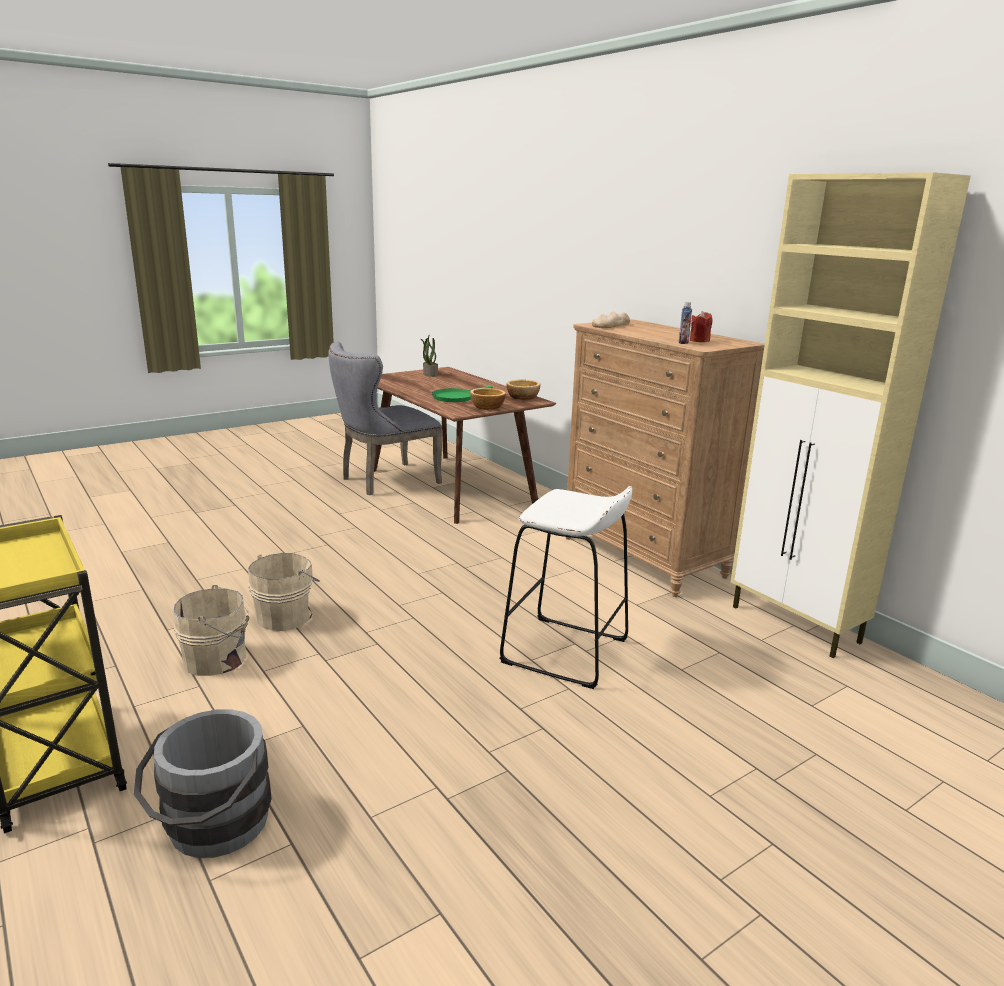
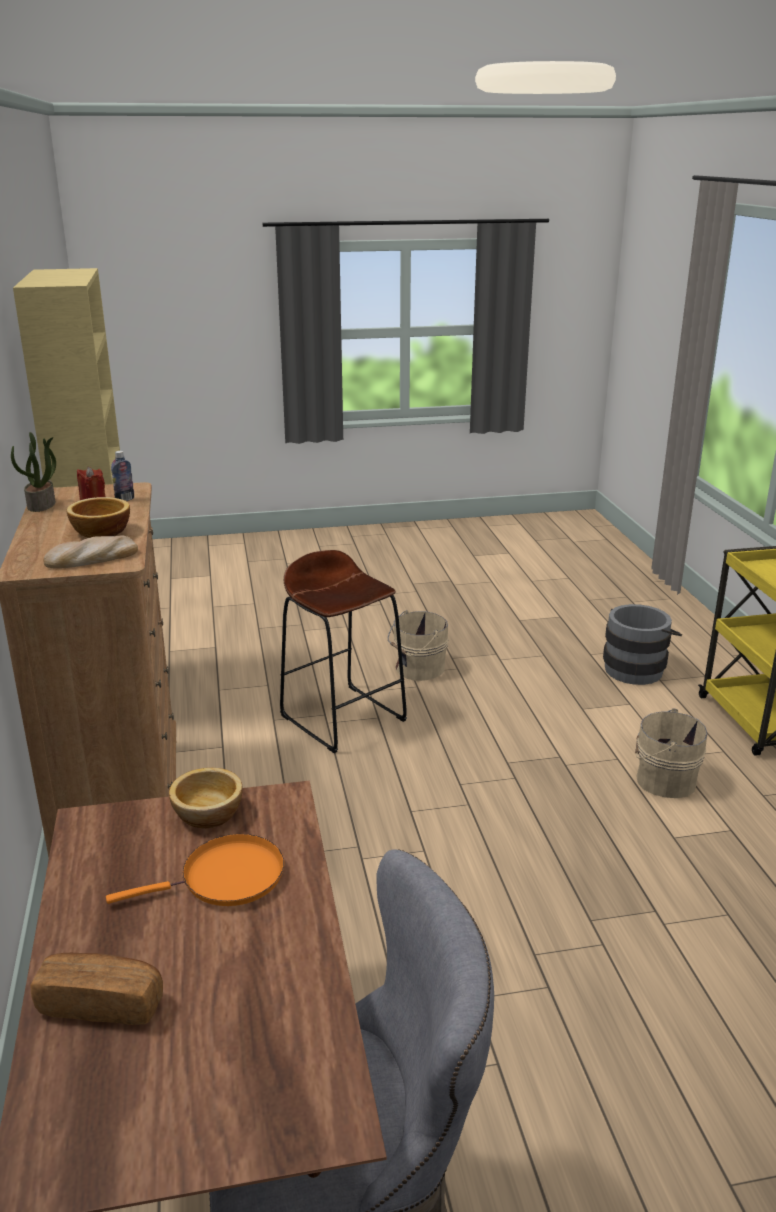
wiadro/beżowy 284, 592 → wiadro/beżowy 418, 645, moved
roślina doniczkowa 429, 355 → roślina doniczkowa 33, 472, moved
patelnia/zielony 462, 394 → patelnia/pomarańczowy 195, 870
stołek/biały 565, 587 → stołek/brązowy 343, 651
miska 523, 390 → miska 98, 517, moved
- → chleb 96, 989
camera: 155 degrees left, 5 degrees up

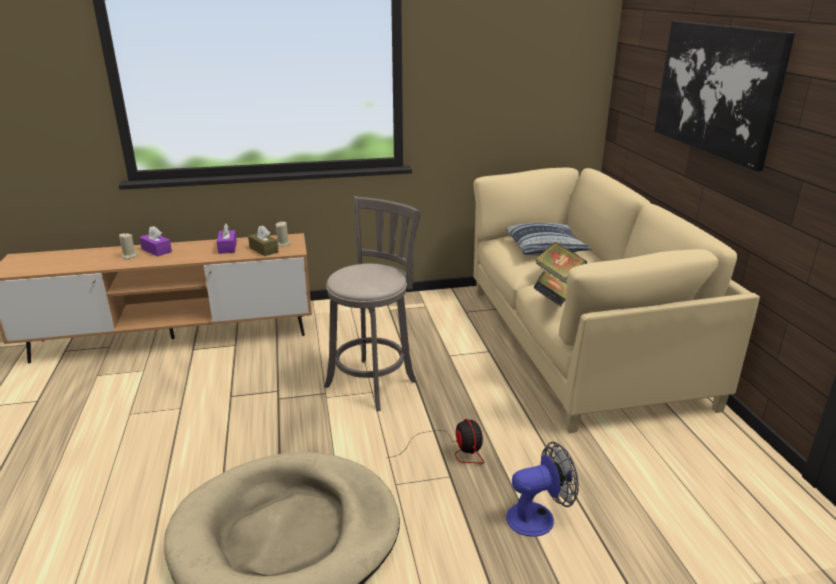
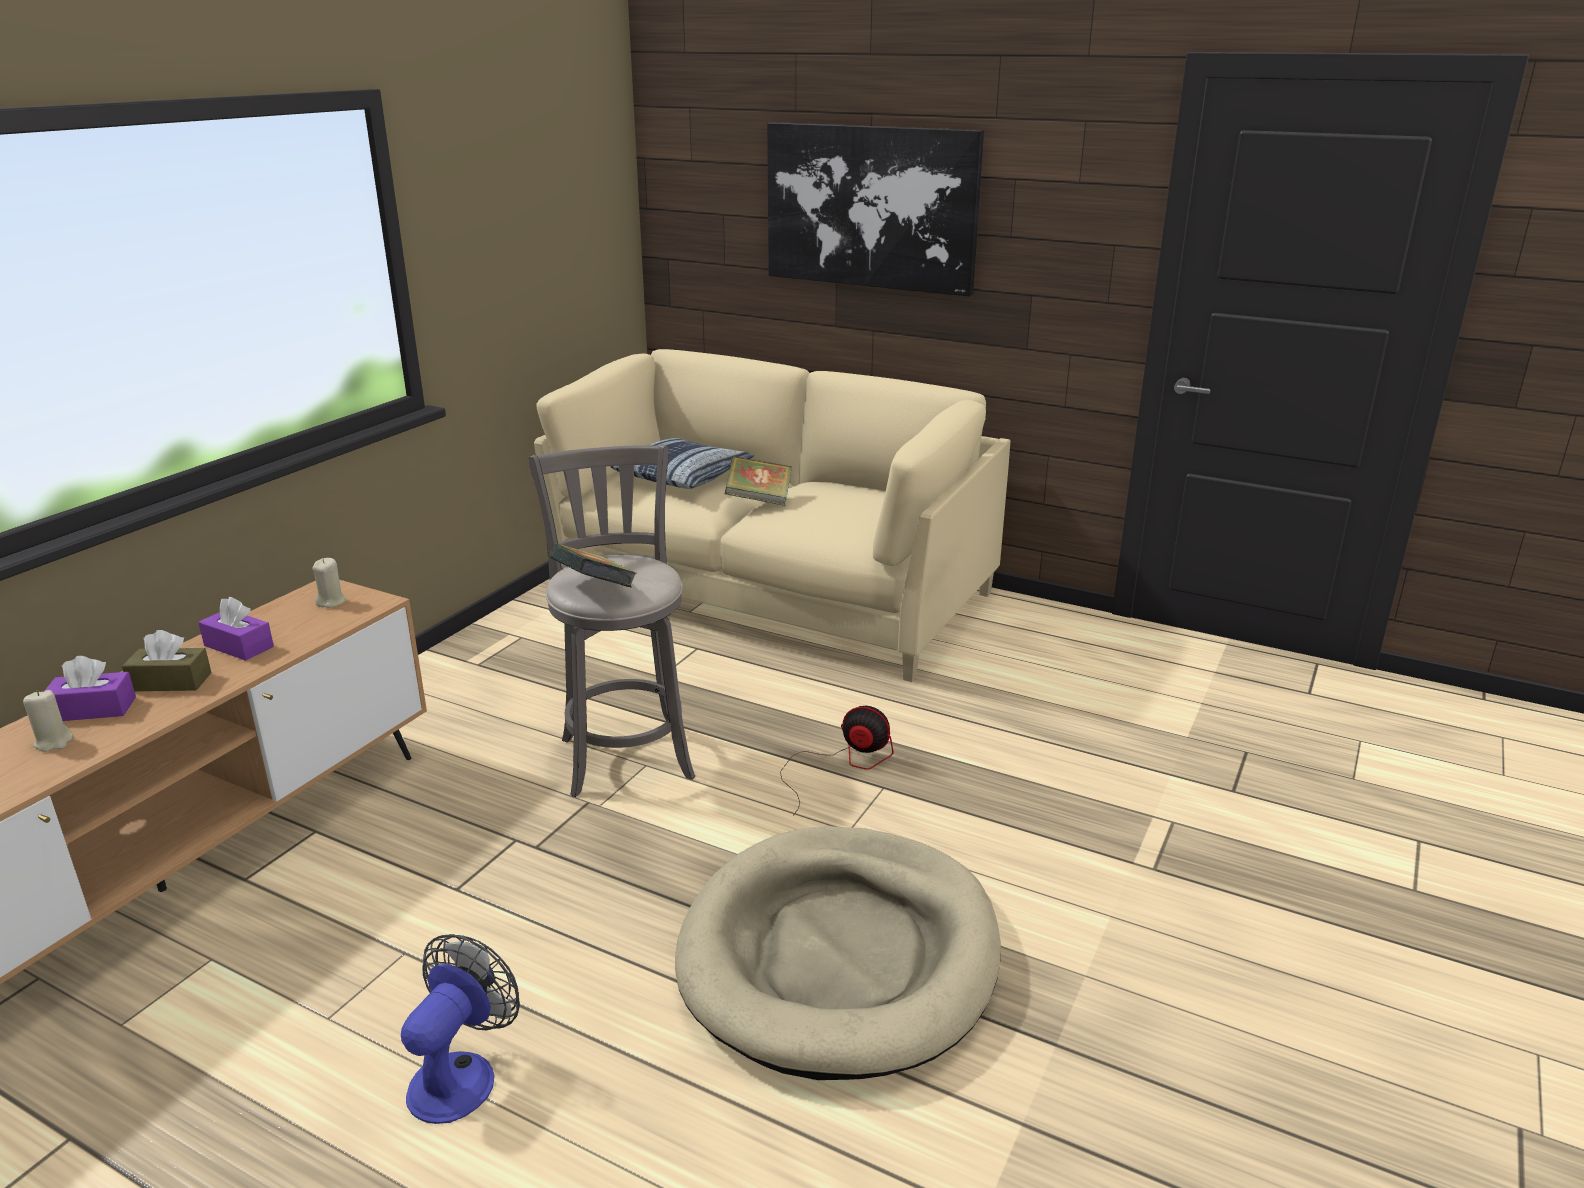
pudełko chusteczek/brązowy 263, 240 → pudełko chusteczek/brązowy 167, 660, moved
wentylator 542, 489 → wentylator 460, 1029, moved
książka 550, 288 → książka 593, 565, moved
camera: 50 degrees left, 0 degrees up

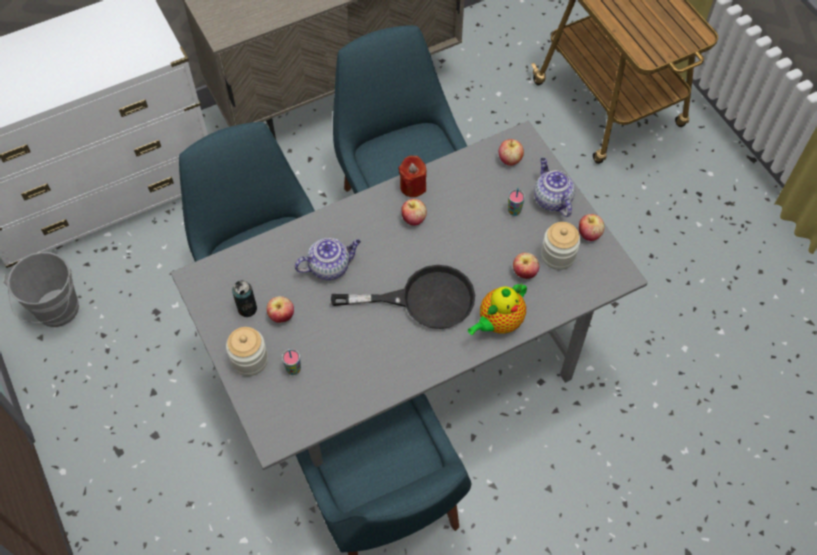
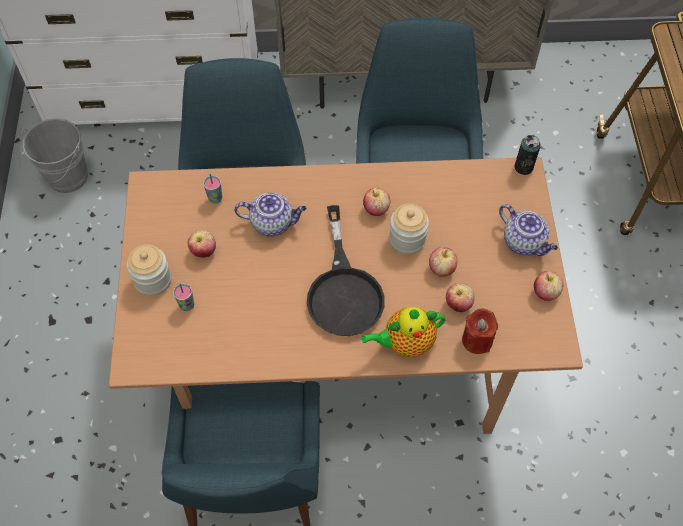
stół jadalny/szary 409, 295 → stół jadalny/brązowy 346, 295
puszka 244, 298 → puszka 527, 155, moved
patelnia/czarny 403, 297 → patelnia/czarny 346, 270, 60 degrees clockwise
świeca/czerwony 413, 176 → świeca/czerwony 480, 331, moved
jabłko 511, 152 → jabłko 443, 262, moved
filiżanka 516, 202 → filiżanka 212, 189, moved
imbryk 554, 187 → imbryk 528, 230, 135 degrees clockwise
słoik 561, 246 → słoik 409, 229, moved
camera: 25 degrees right, 0 degrees up

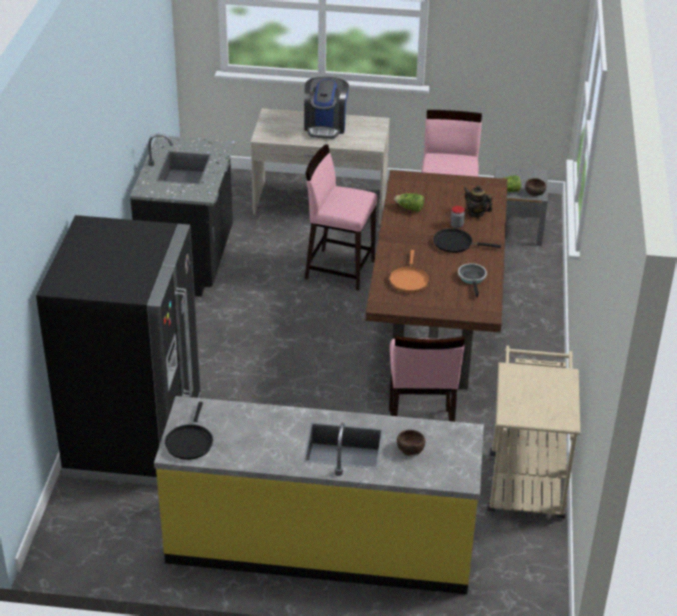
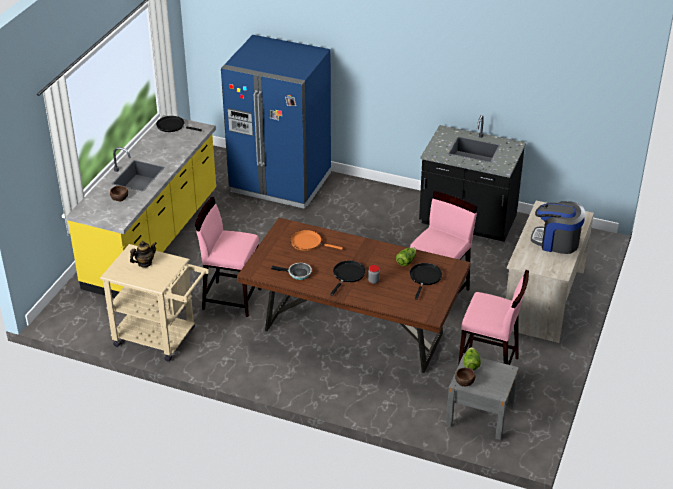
lodówka/czarny 118, 350 → lodówka/niebieski 276, 122
imbryk 478, 201 → imbryk 143, 254, moved
- → patelnia/czarny 426, 281
camera: 105 degrees right, 0 degrees up

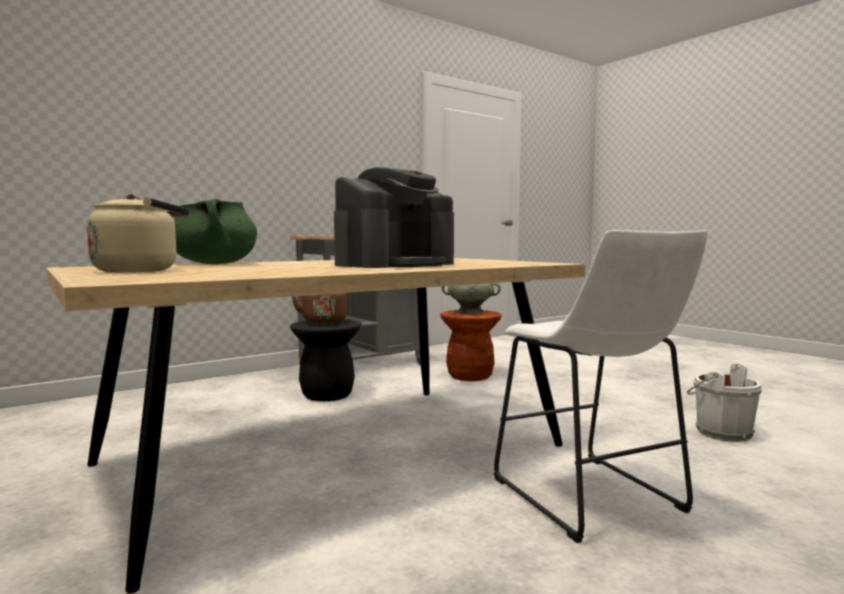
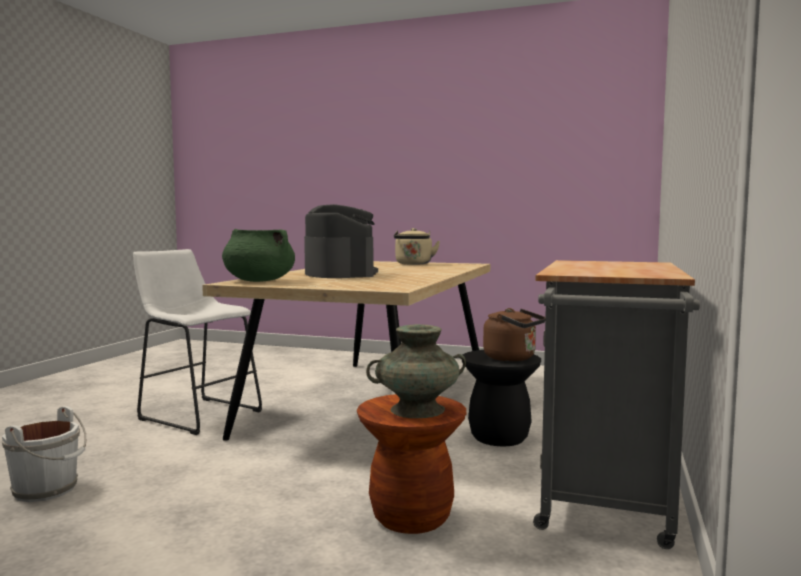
garnek/zielony 215, 231 → garnek/zielony 258, 255, moved
ekspres do kawy 394, 217 → ekspres do kawy 341, 241, 150 degrees clockwise
camera: 145 degrees right, 0 degrees up

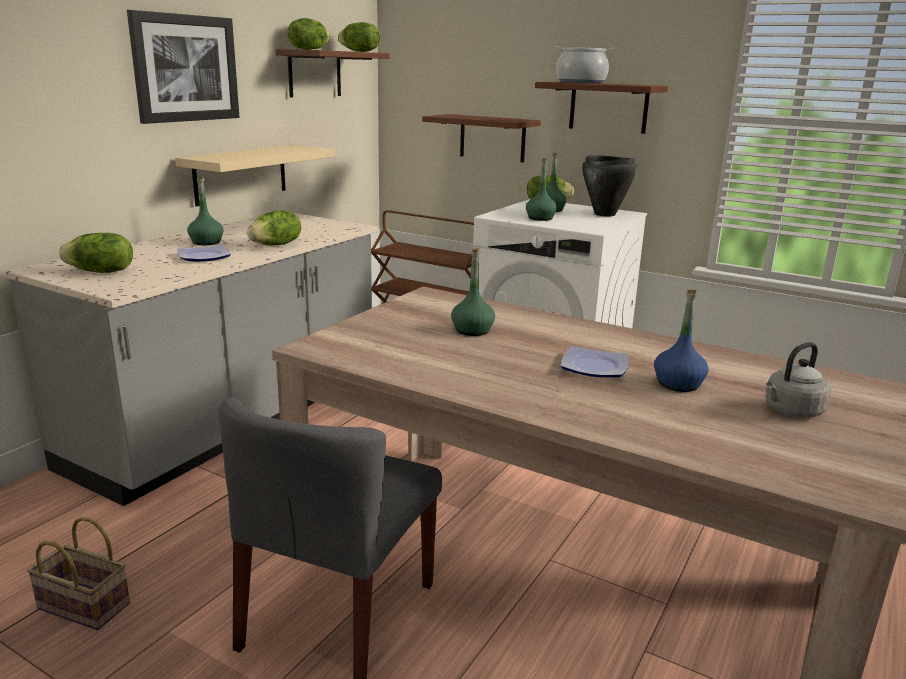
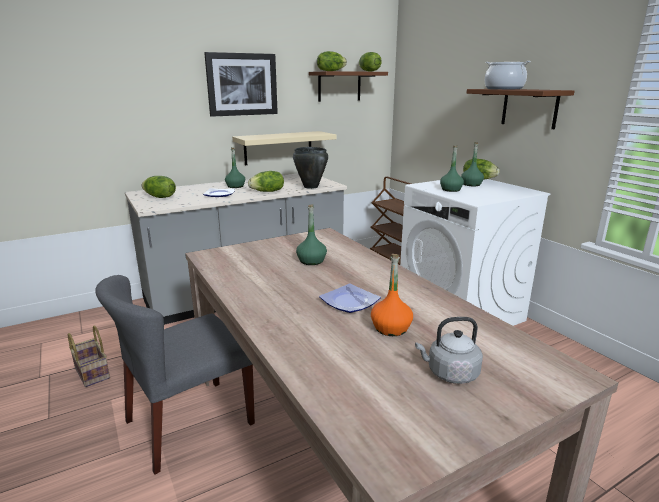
półka/brązowy 481, 138 → -
garnek/czarny 609, 186 → garnek/czarny 310, 168, moved
butelka/niebieski 681, 340 → butelka/pomarańczowy 392, 295
camera: 30 degrees right, 0 degrees up

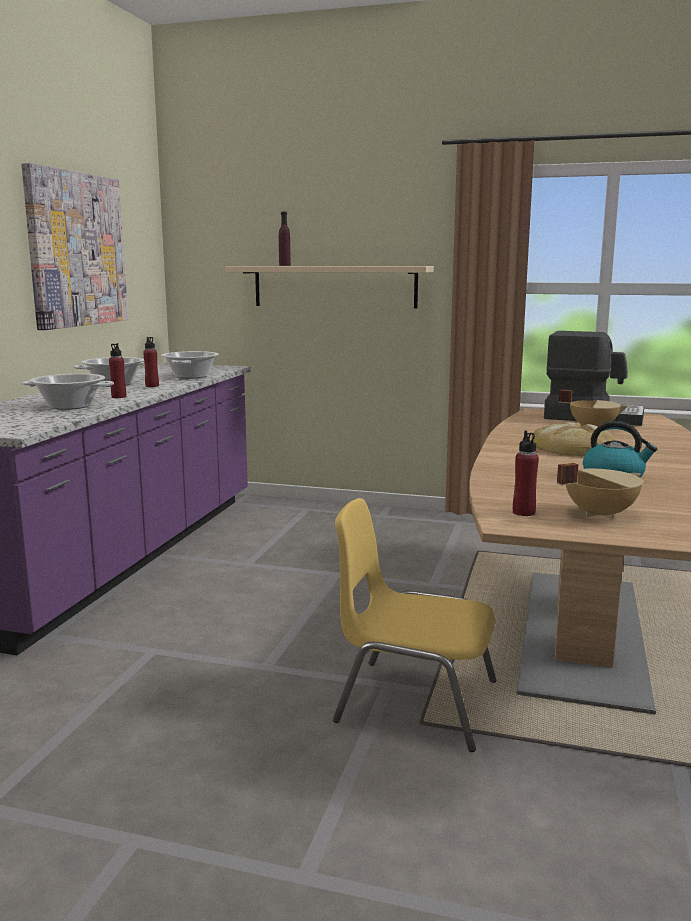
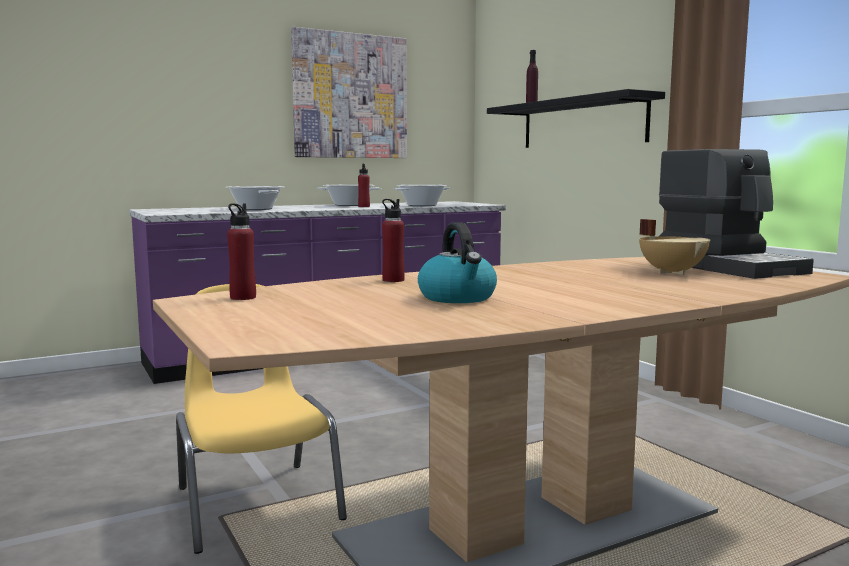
butelka/czerwony 117, 370 → butelka/czerwony 393, 240, moved
półka/beżowy 329, 287 → półka/czarny 576, 118
chleb 573, 439 → -
garnek/beżowy 600, 491 → -
camera: 45 degrees right, 5 degrees down

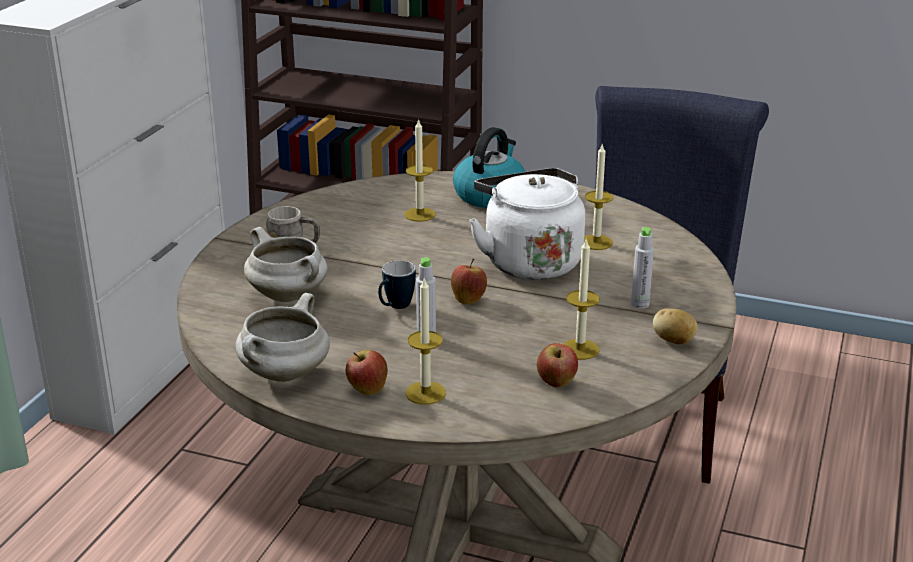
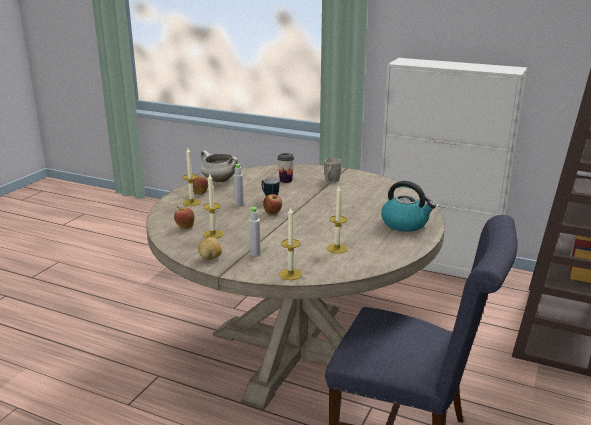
garnek/biały 286, 264 → filiżanka 285, 168
świeca 420, 170 → świeca 290, 243, moved
czajnik/biały 527, 224 → -
camera: 95 degrees right, 5 degrees down

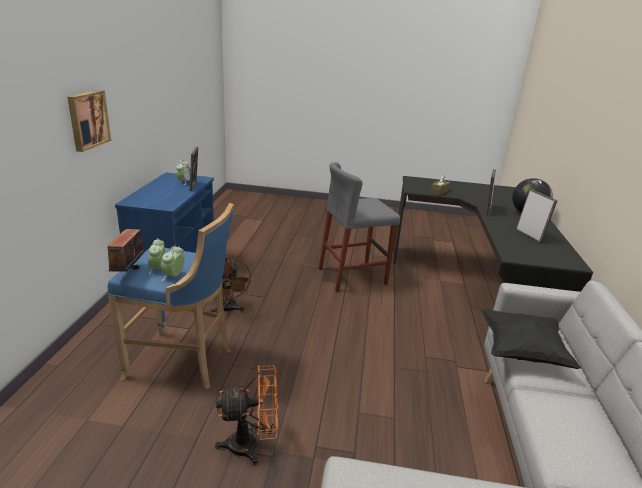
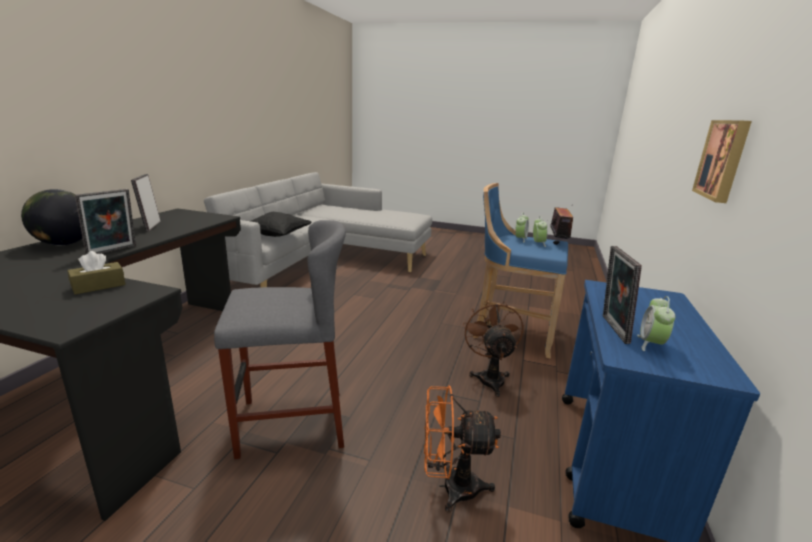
wentylator/pomarańczowy 246, 415 → wentylator/pomarańczowy 462, 448, moved
camera: 170 degrees left, 5 degrees down

